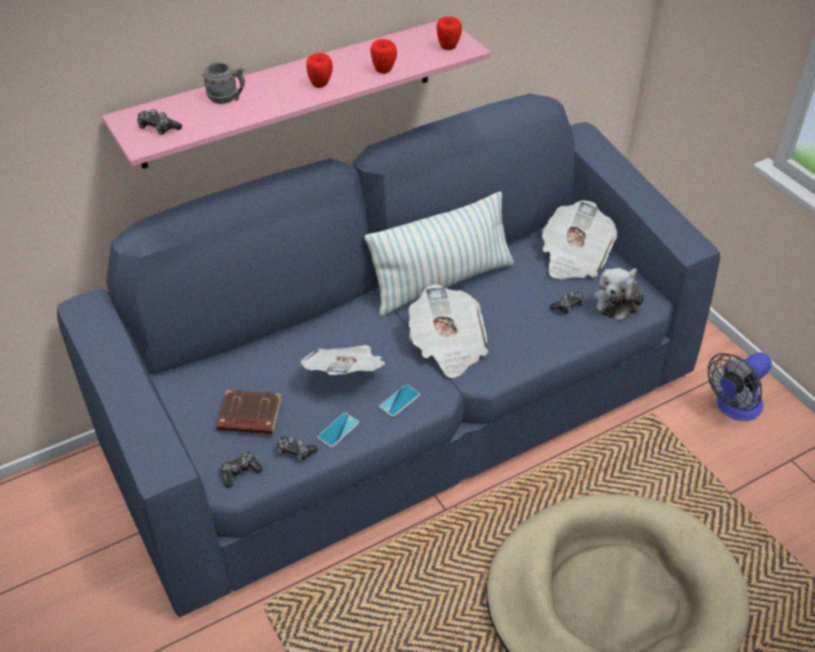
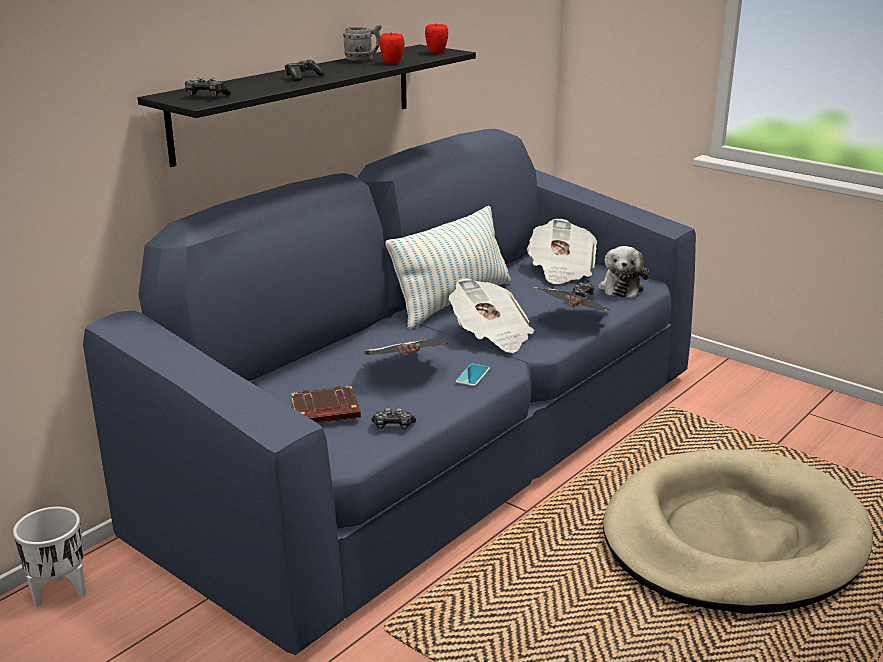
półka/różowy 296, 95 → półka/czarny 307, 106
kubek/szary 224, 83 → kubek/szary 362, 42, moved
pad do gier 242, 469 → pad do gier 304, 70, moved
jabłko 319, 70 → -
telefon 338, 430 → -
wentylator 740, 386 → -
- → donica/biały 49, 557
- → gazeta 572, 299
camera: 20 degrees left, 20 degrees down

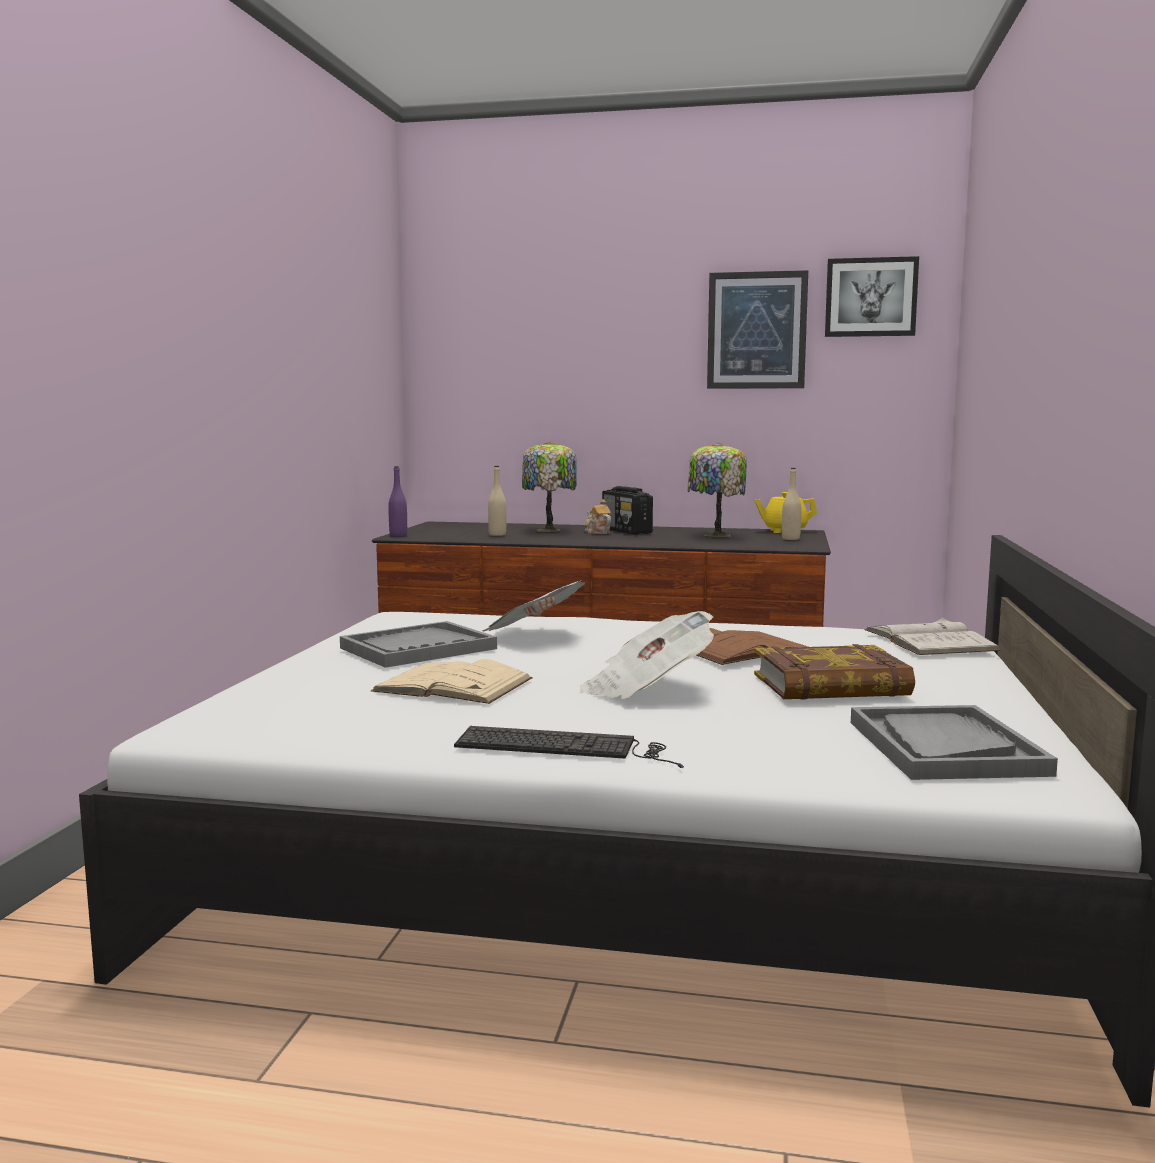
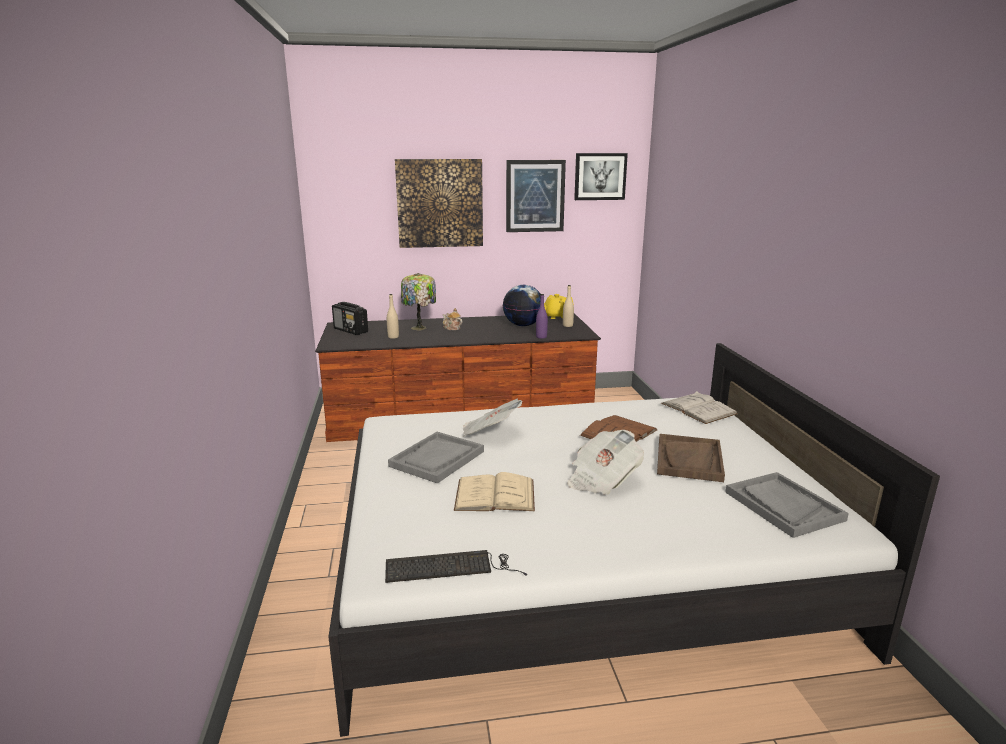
butelka/fioletowy 397, 501 → butelka/fioletowy 542, 316, moved
klawiatura 569, 747 → klawiatura 456, 566, moved
radio 627, 510 → radio 350, 318, moved
lampa stołowa 717, 490 → globus 522, 305
książka 834, 671 → taca/brązowy 691, 458
- → obraz 439, 203
camera: 20 degrees left, 10 degrees up

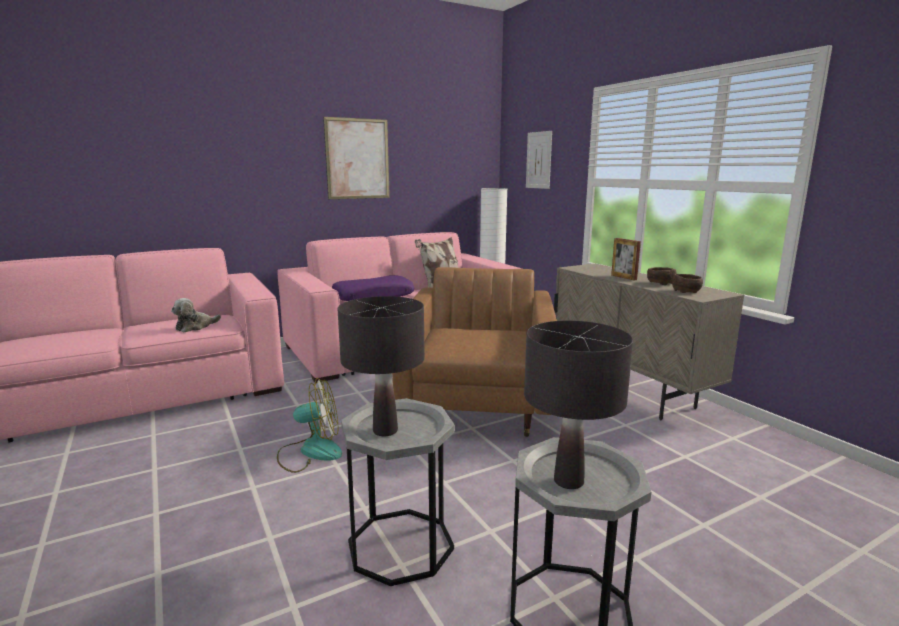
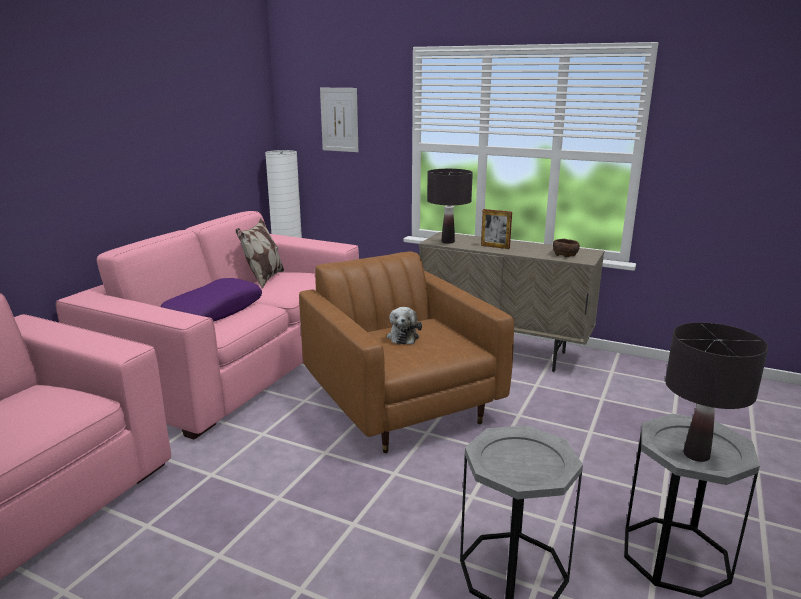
pluszak 196, 315 → pluszak 404, 325, moved
wentylator 309, 425 → -
obraz 356, 158 → -
lampa stołowa/czarny 381, 366 → lampa stołowa/czarny 450, 206, moved
miska/brązowy 661, 276 → -
camera: 35 degrees left, 5 degrees up

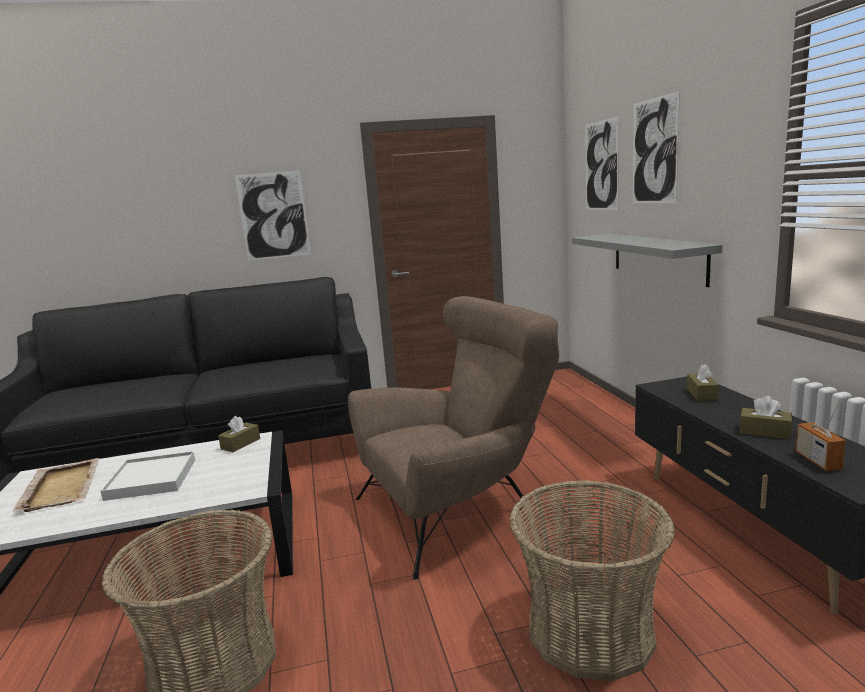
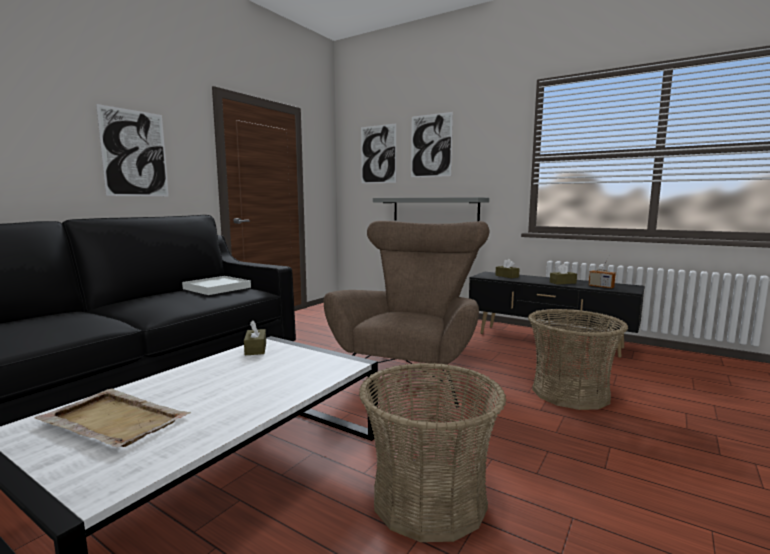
taca/biały 147, 476 → taca/biały 216, 285, moved
camera: 45 degrees left, 5 degrees down

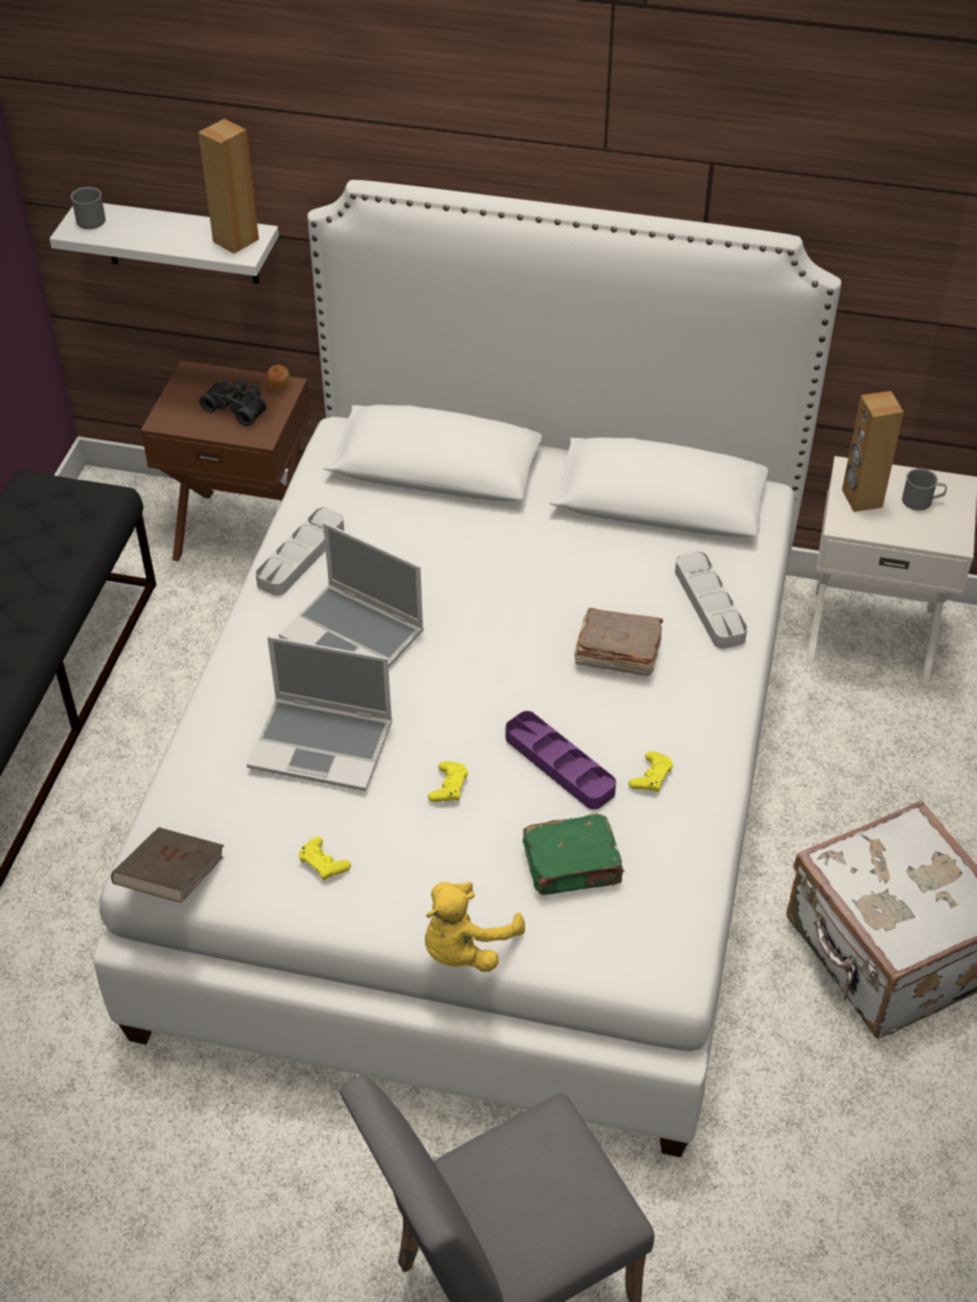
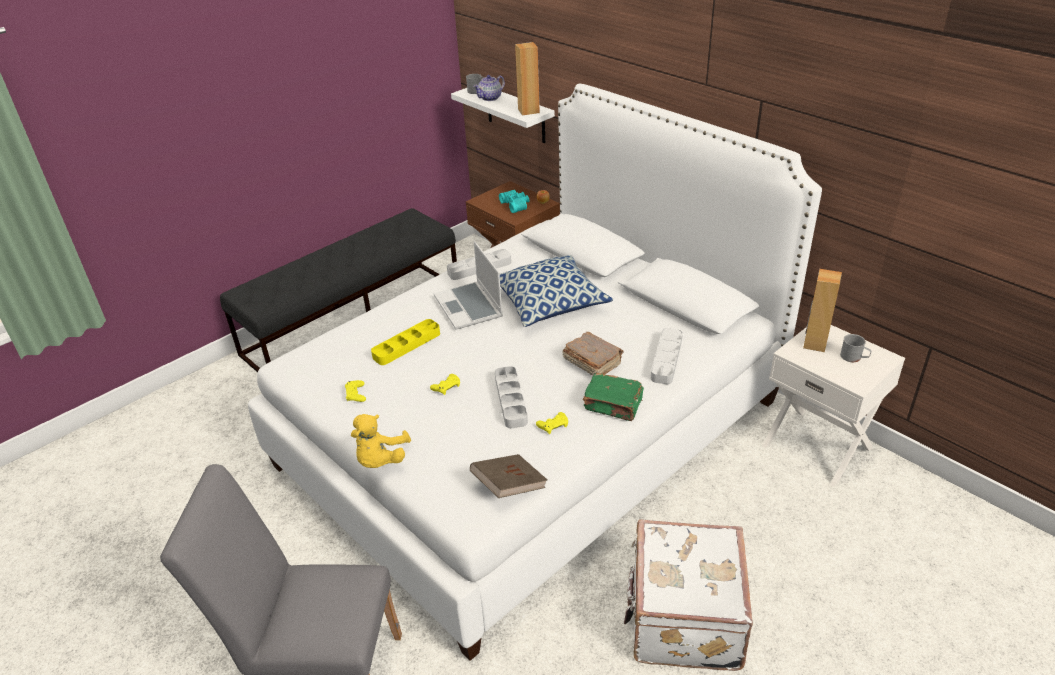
książka/brązowy 167, 865 → książka/brązowy 508, 476, moved
lornetka/czarny 233, 402 → lornetka/turkusowy 514, 201
laptop 319, 713 → taca/żółty 405, 342
pluszak/żółty 475, 927 → pluszak/żółty 381, 441, 60 degrees counterclockwise
taca/fioletowy 561, 760 → taca/szary 511, 397
książka/zielony 573, 854 → książka/zielony 613, 397, moved
- → imbryk 489, 88
- → poduszka 556, 291
camera: 35 degrees right, 10 degrees down

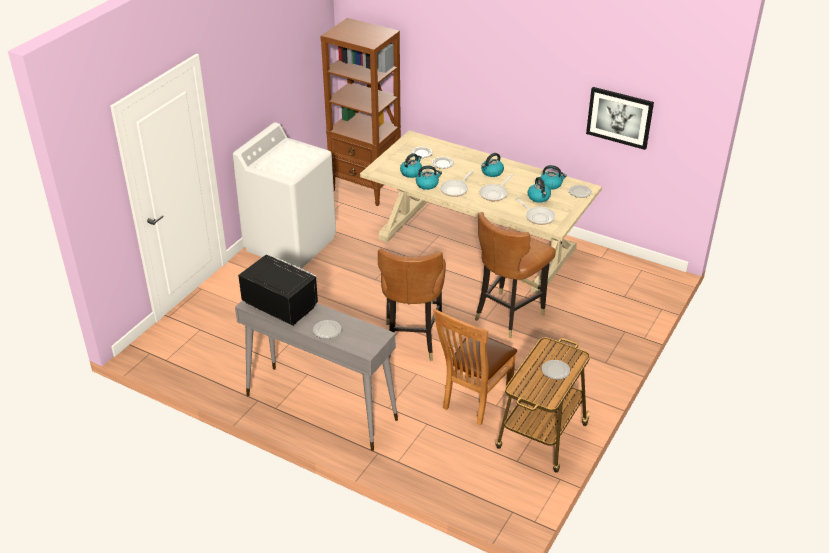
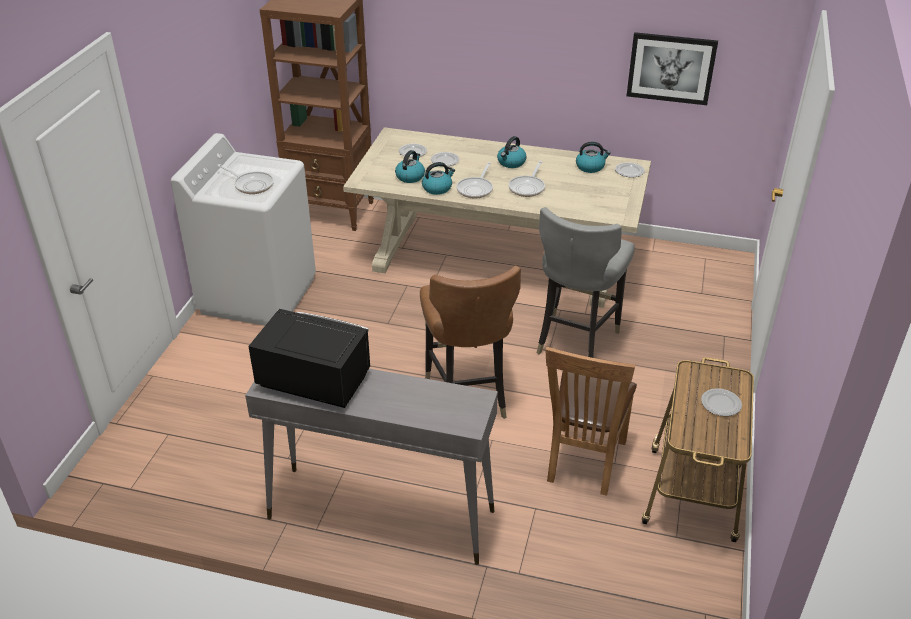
talerz 327, 329 → -
krzesło/brązowy 515, 275 → krzesło/szary 586, 282
patelnia 534, 211 → patelnia 245, 179, moved
czajnik 539, 190 → -
camera: 15 degrees left, 0 degrees up

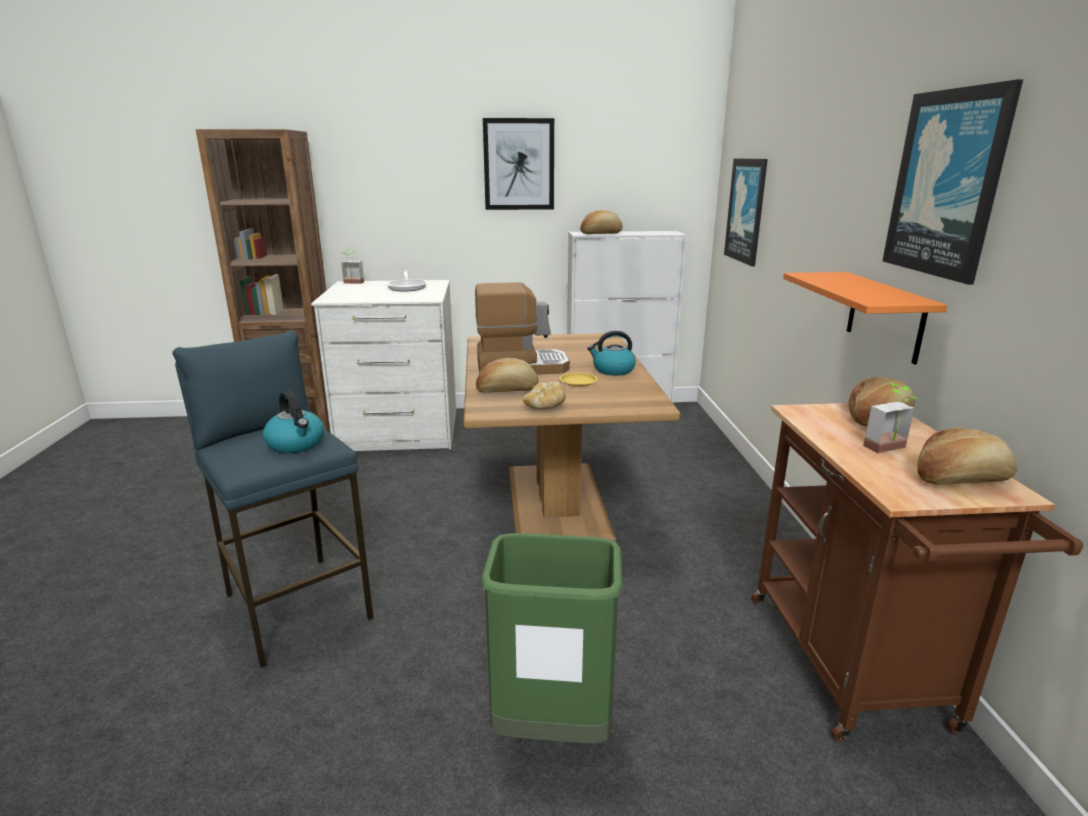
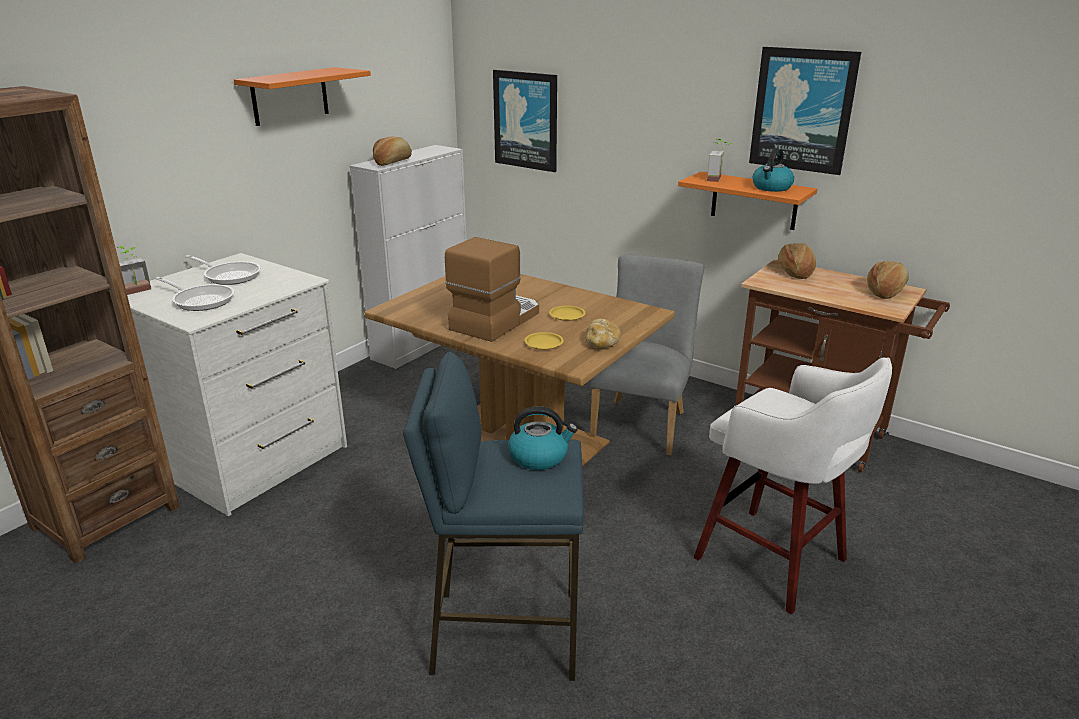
chleb 507, 375 → talerz/żółty 544, 341
kosz na śmieci/zielony 552, 638 → stołek/biały 793, 485
obraz 518, 164 → półka/pomarańczowy 302, 96
czajnik 611, 353 → czajnik 773, 170, moved
roślina doniczkowa 890, 418 → roślina doniczkowa 719, 160, moved
- → patelnia 194, 294
- → krzesło/szary 646, 355
camera: 50 degrees left, 5 degrees up

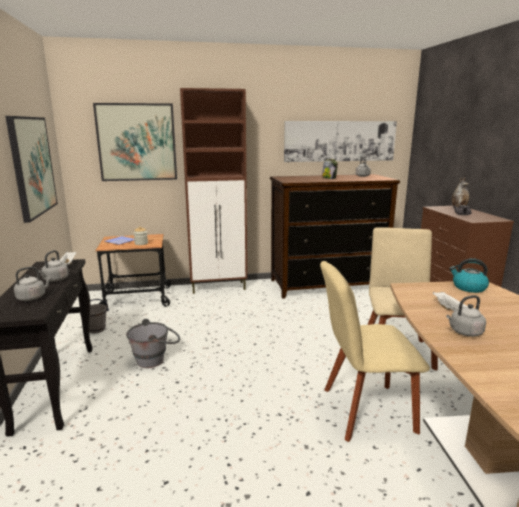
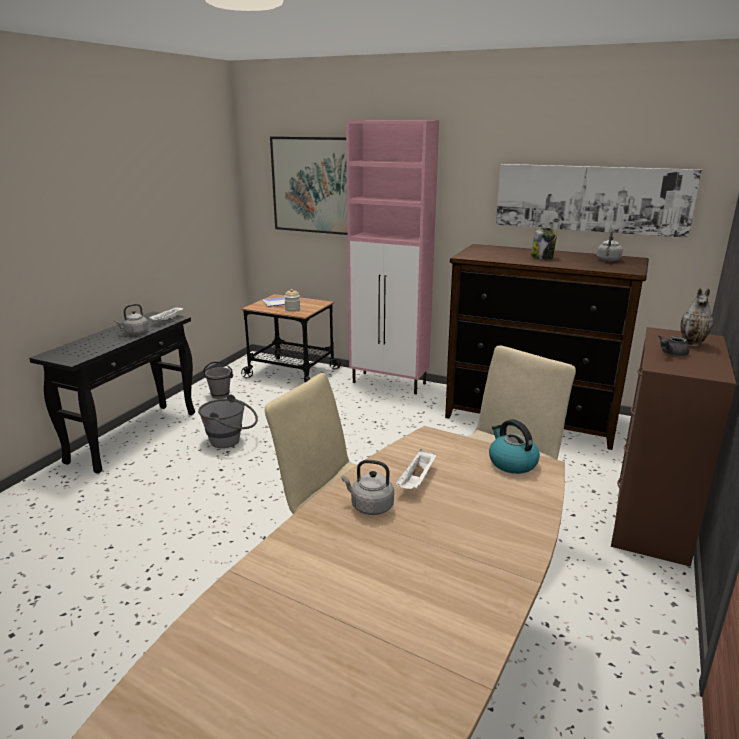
obraz 31, 169 → -
czajnik/szary 33, 284 → -
szafka/brązowy 213, 191 → szafka/różowy 392, 257
camera: 35 degrees right, 5 degrees up

